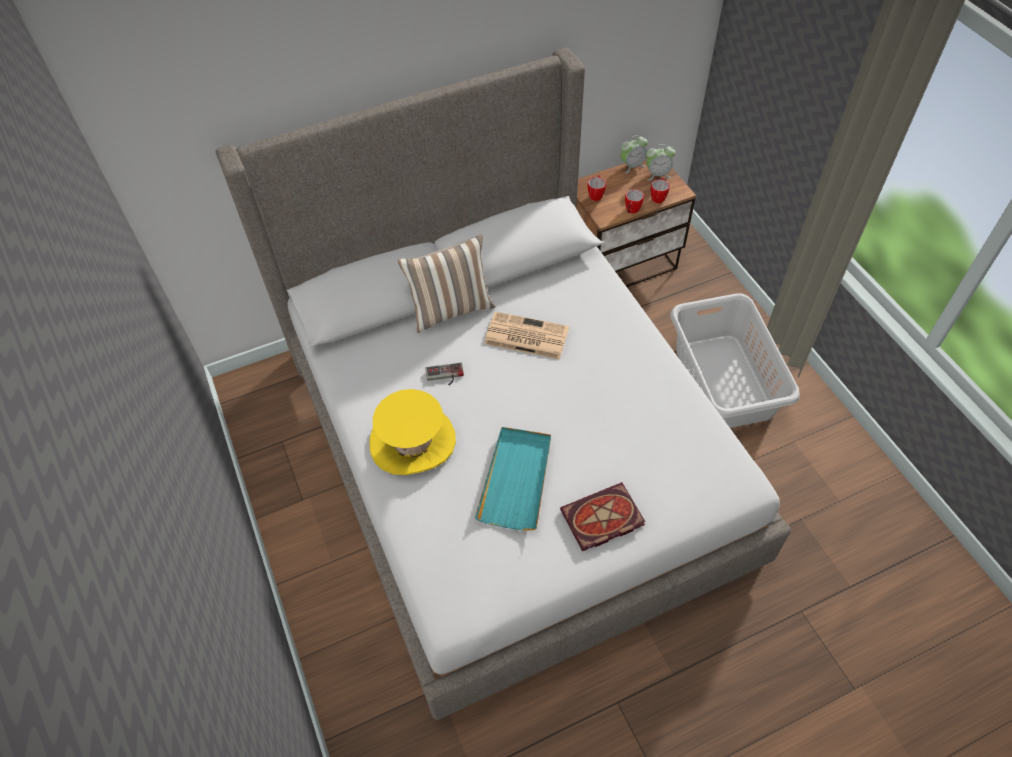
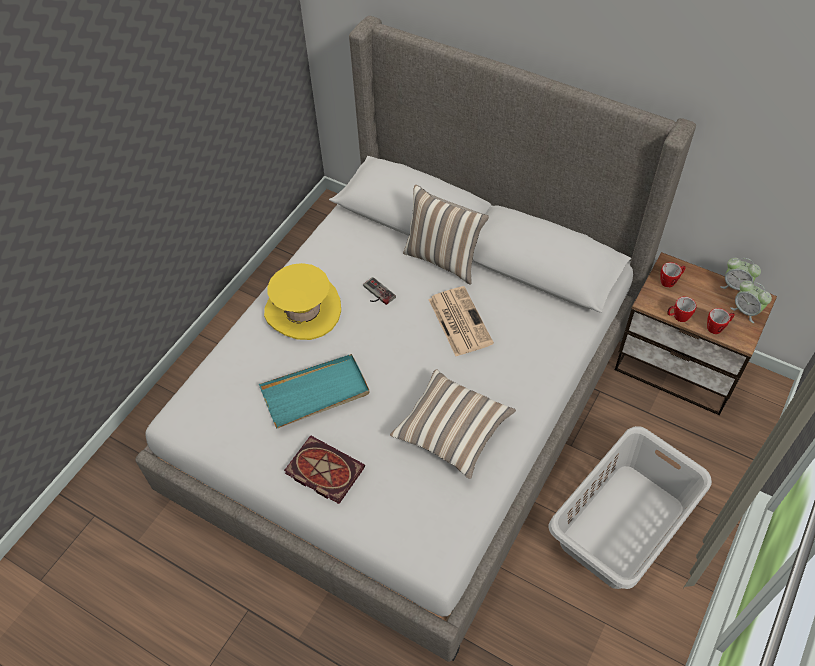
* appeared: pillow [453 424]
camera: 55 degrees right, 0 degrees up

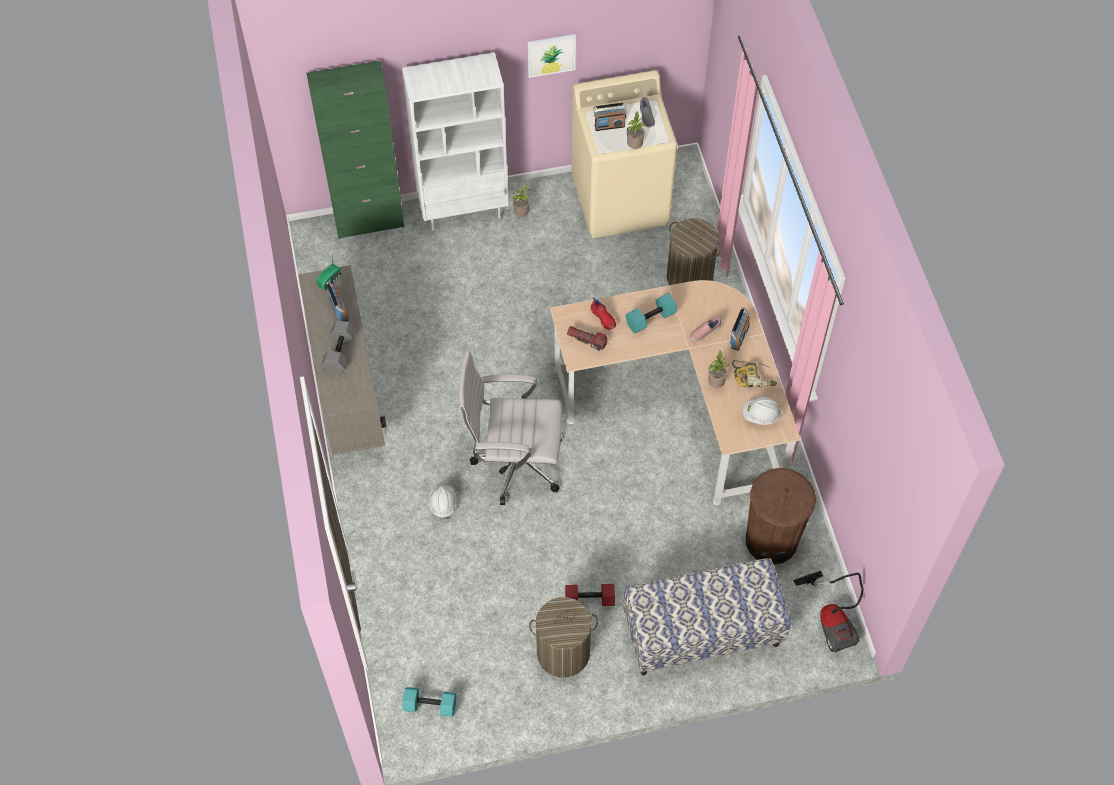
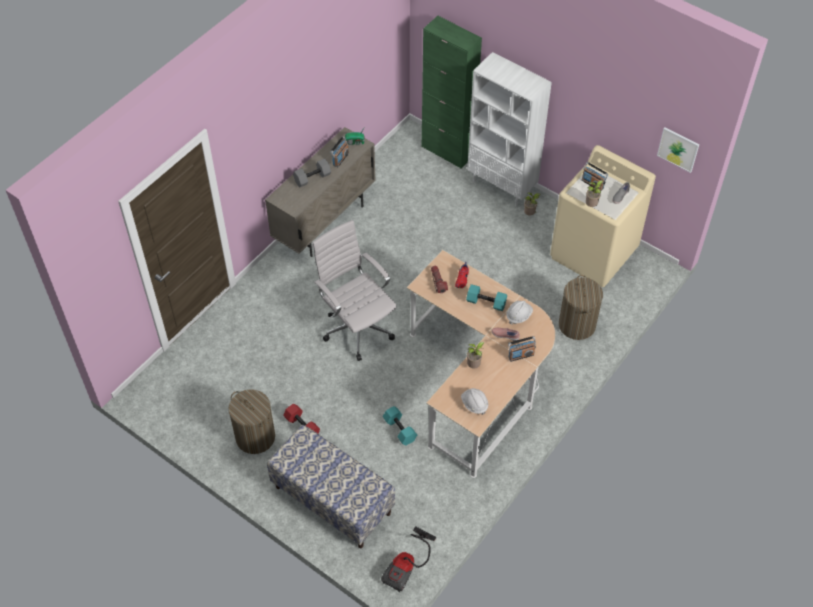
* relocated: dumbbell/turquoise [429 702] to [400 426]
* relocated: hard hat/white [443 502] to [519 313]
* relocated: picture [551 56] to [678 150]
* missing: power drill [754 374]
* missing: trash can/brown [781 516]
camera: 50 degrees right, 5 degrees down

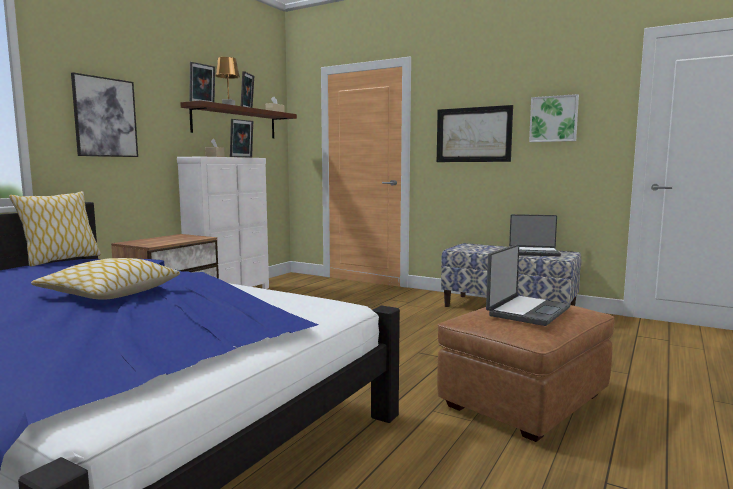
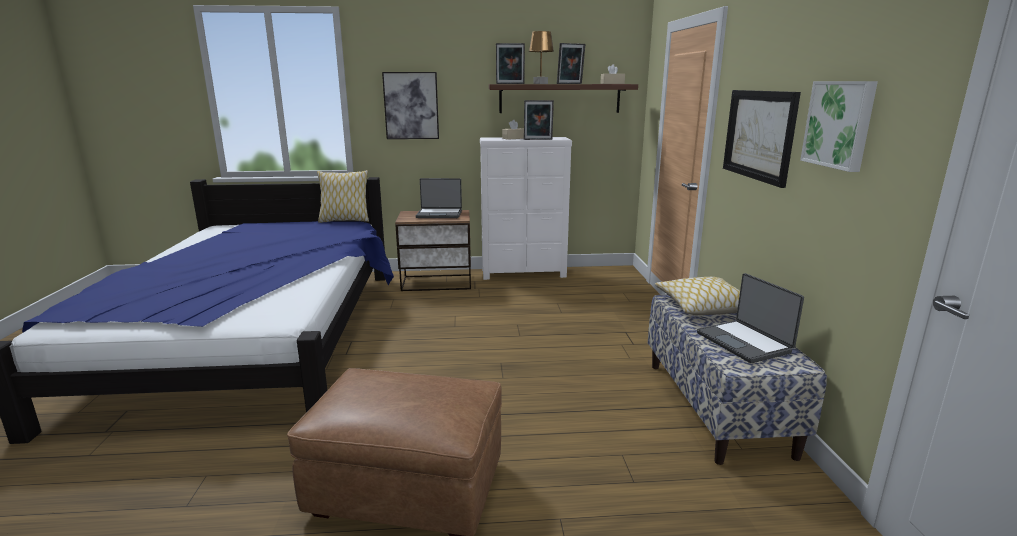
* relocated: laptop [528 285] to [439 198]
* relocated: pillow [105 279] to [697 296]
camera: 55 degrees right, 10 degrees up

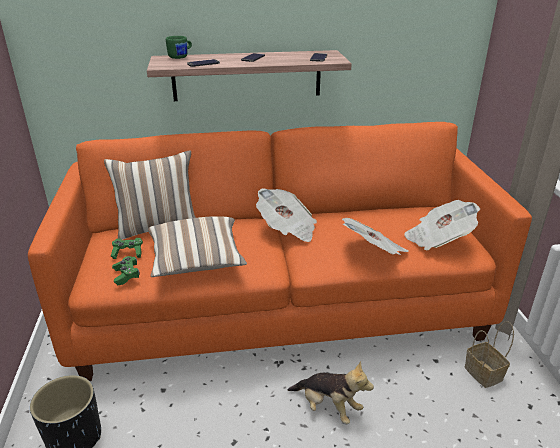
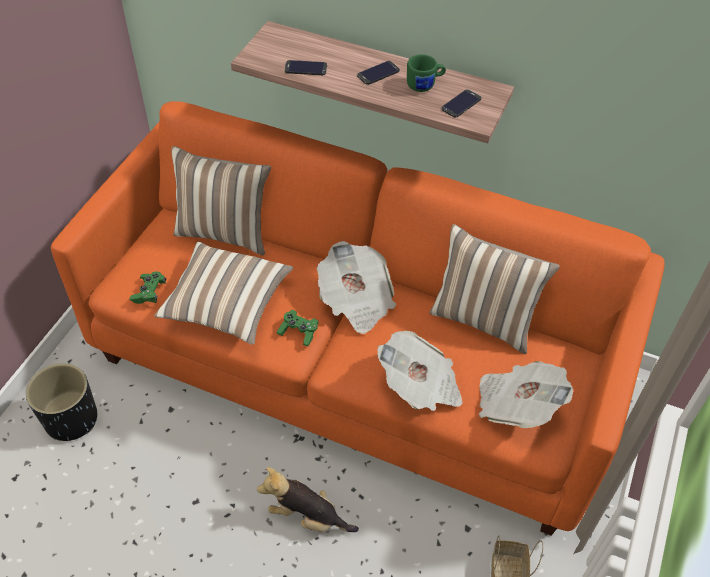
* spun: plush toy [331 392] = [308 499] 135 degrees clockwise
* relocated: game controller/green [127 248] to [297 328]
* relocated: mug/green [179 47] to [426 73]
* appeared: pillow [494 289]
camera: 30 degrees right, 20 degrees up

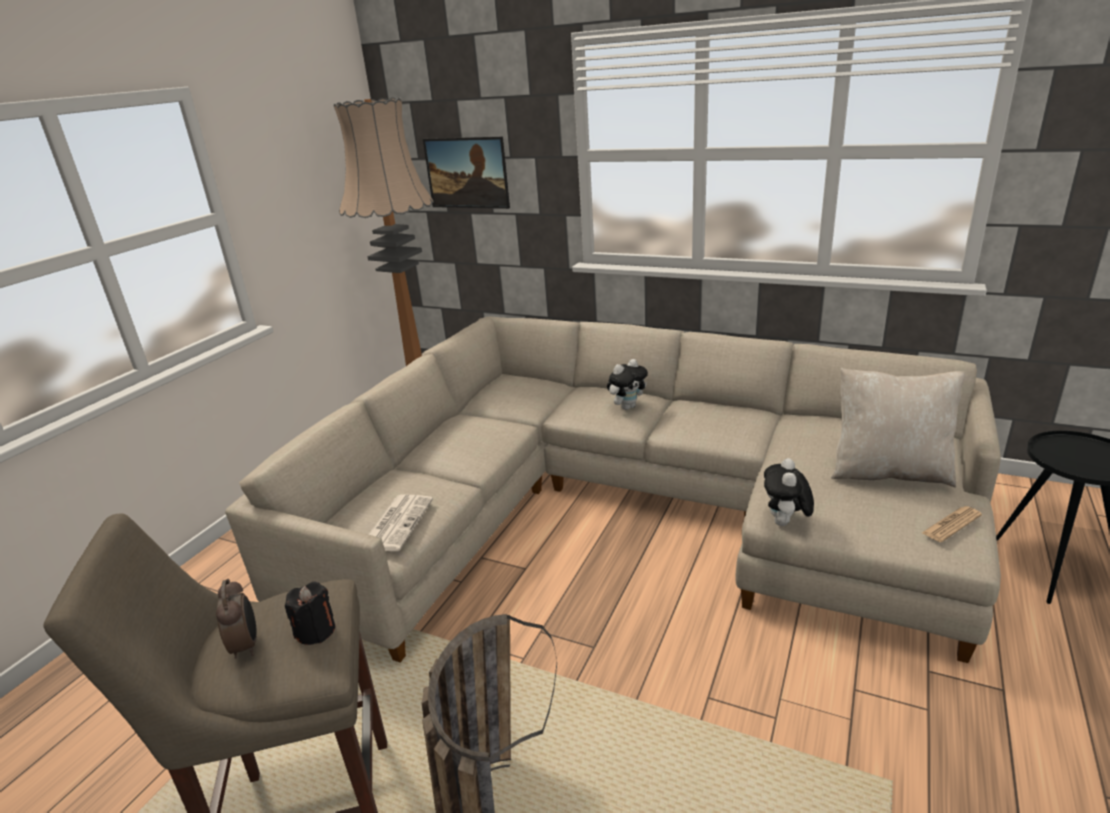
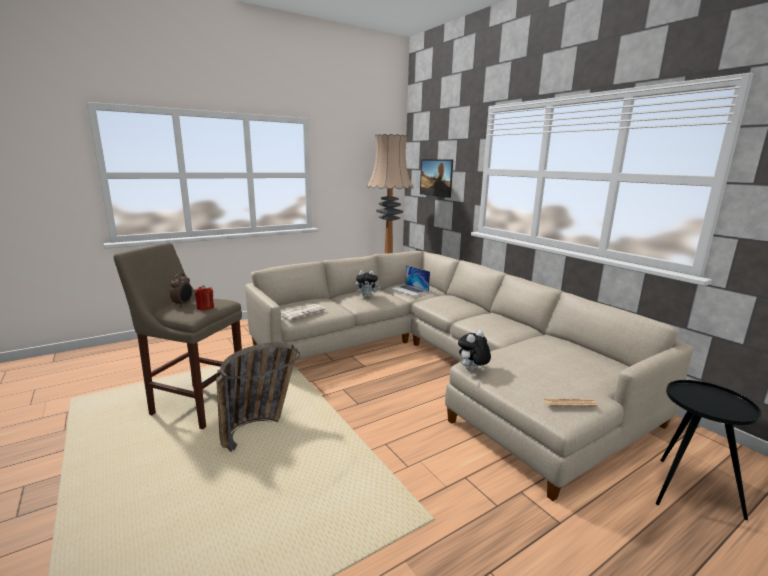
* colour: candle/black [310 613] to candle/red [204 298]
* relocated: plush toy [627 384] to [368 284]
* appeared: laptop [410 280]
* missing: pillow/beige [898 427]
camera: 30 degrees right, 10 degrees down

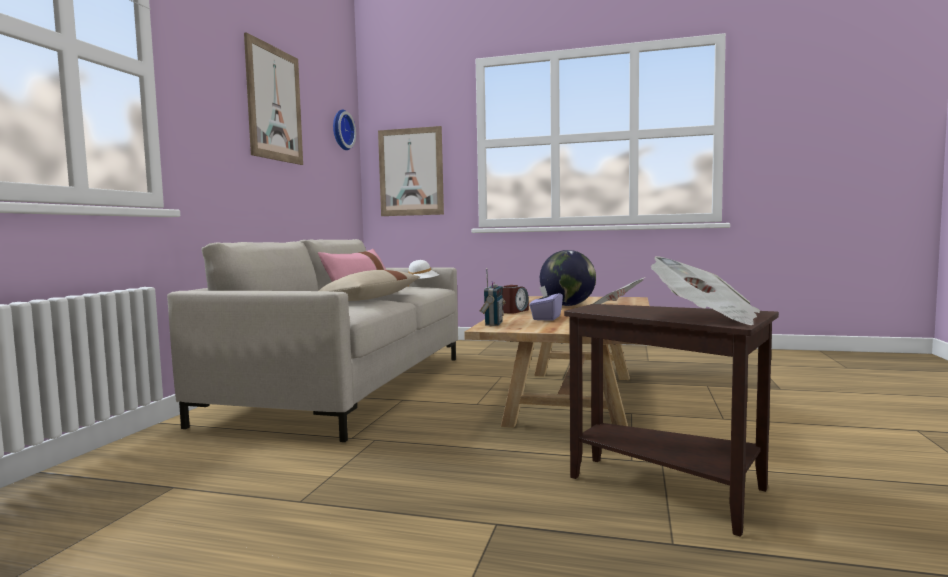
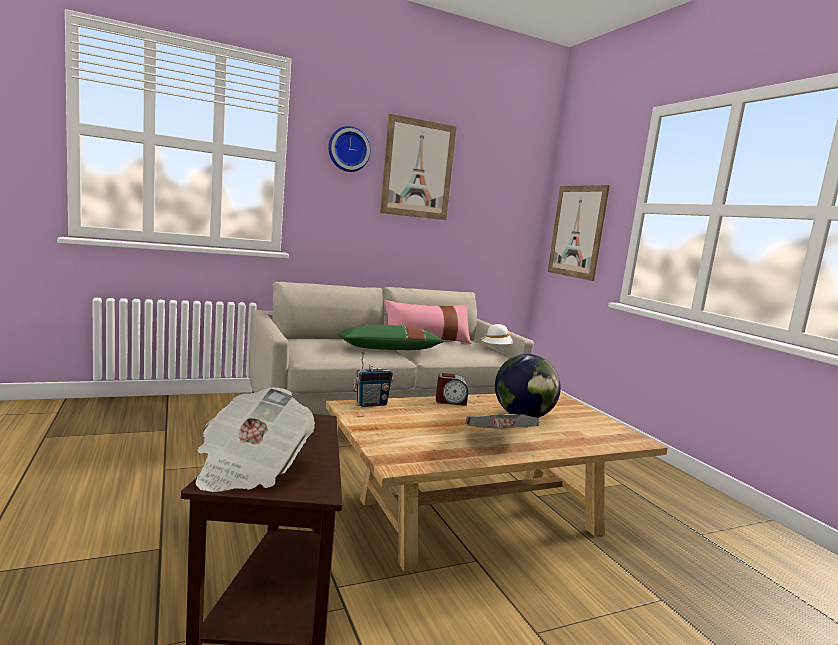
* relocated: wall clock [344 130] to [349 149]
* colour: pillow/beige [369 285] to pillow/green [391 337]
* missing: tissue box/purple [546 303]
camera: 50 degrees right, 5 degrees up

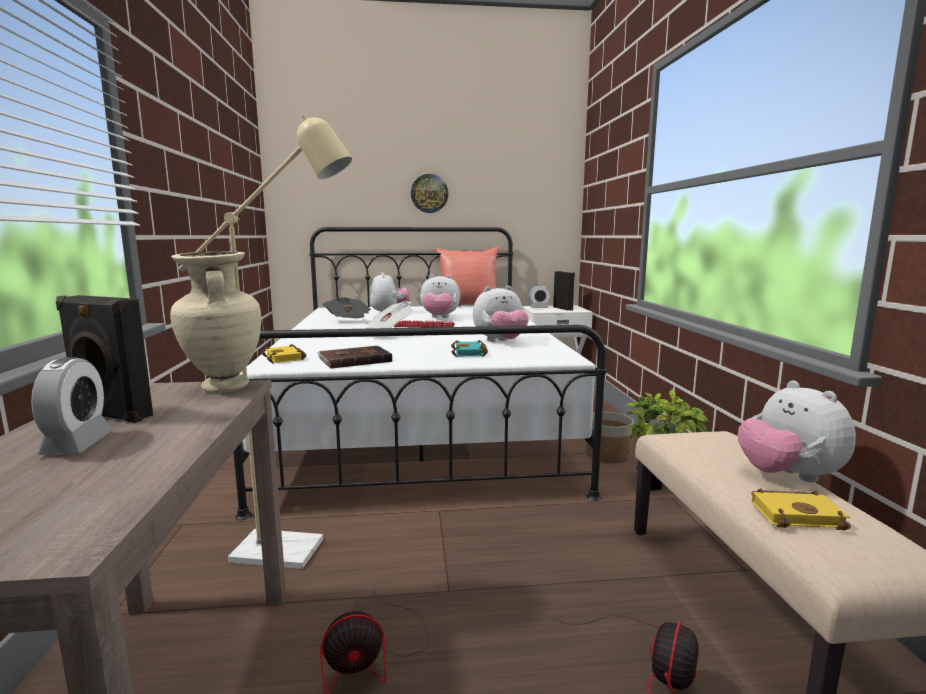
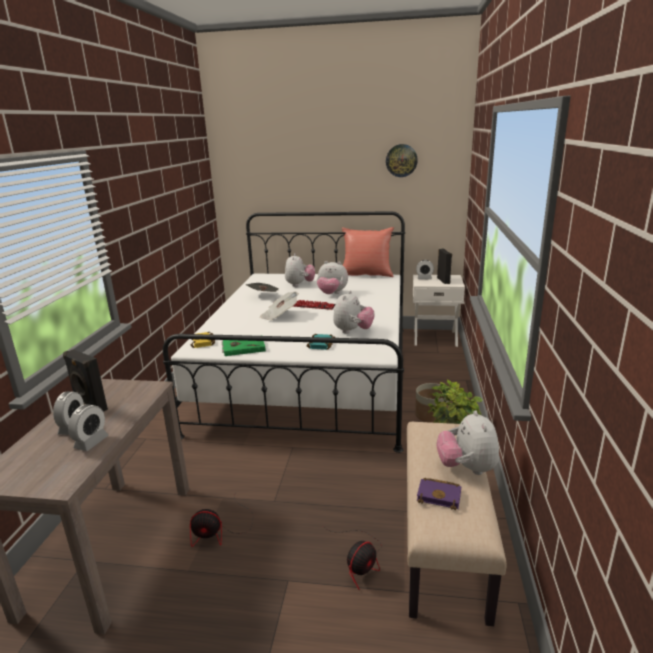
* appeared: alarm clock [88 427]
* colour: book/brown [354 357] to book/green [244 348]
* spun: plush toy [501 313] = [354 312] 60 degrees counterclockwise
* relocated: wall clock [429 193] to [402 160]
* colour: book/yellow [801 509] to book/purple [439 494]
* missing: vase/beige [215 322]
* missing: floor lamp/beige [265 341]
camera: 15 degrees right, 10 degrees up

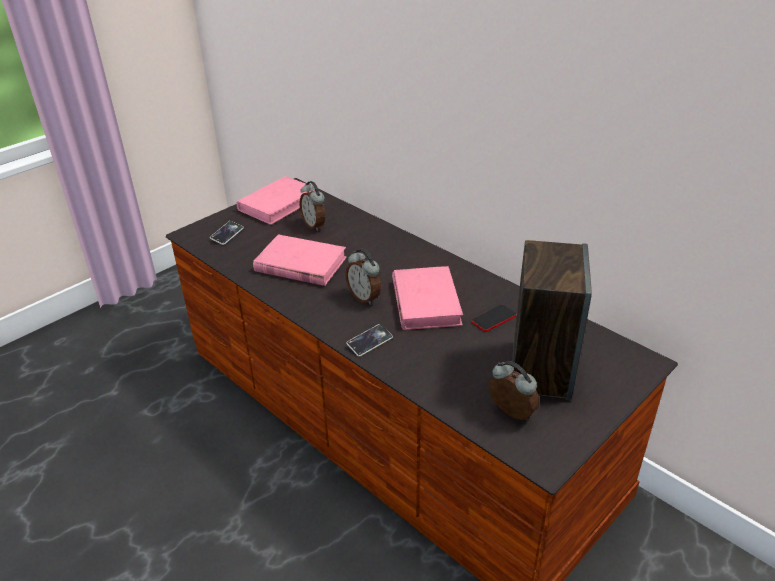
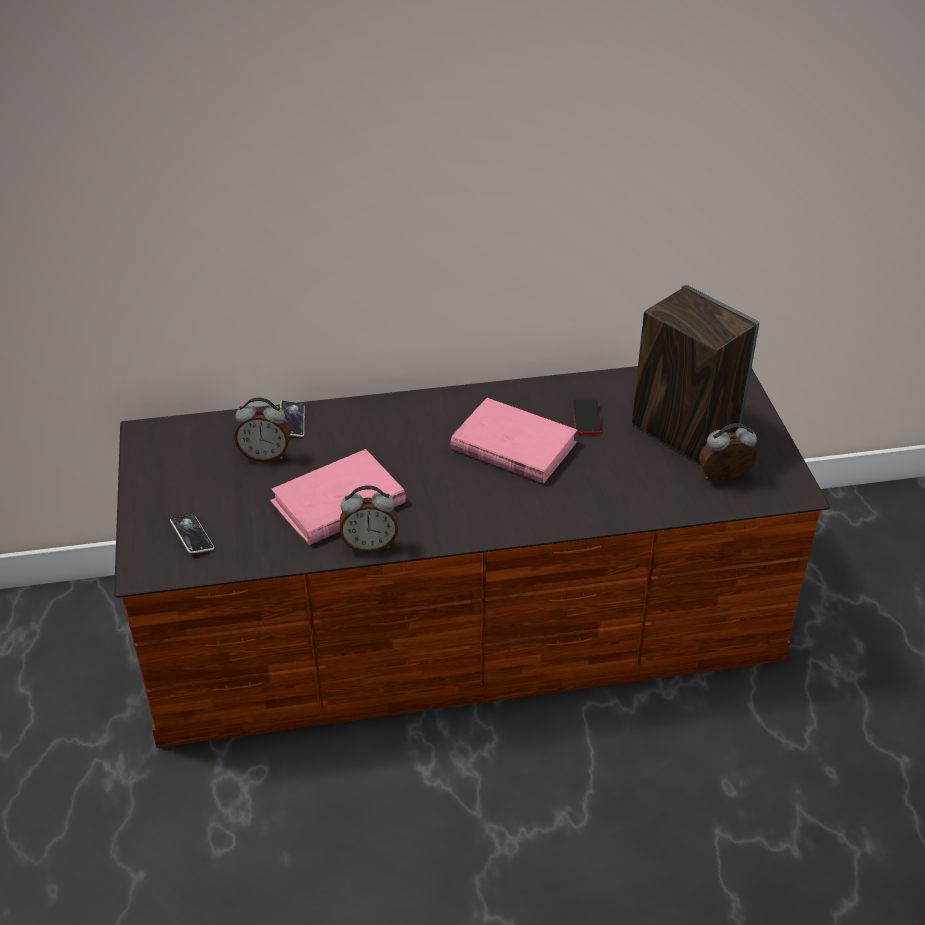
* relocated: phone [370 340] to [292 419]
* relocated: alarm clock [363 277] to [369 519]
* missing: book/pink [275 200]
camera: 55 degrees left, 5 degrees up

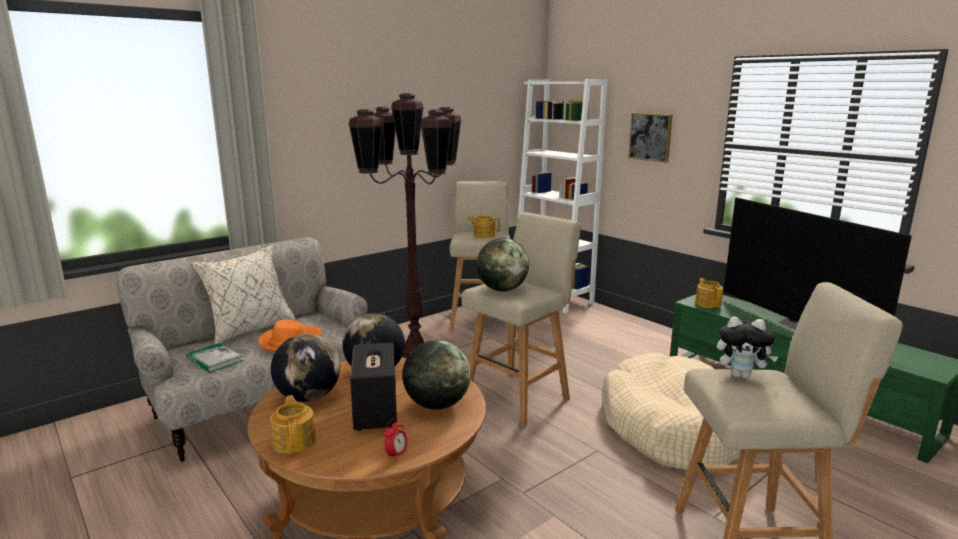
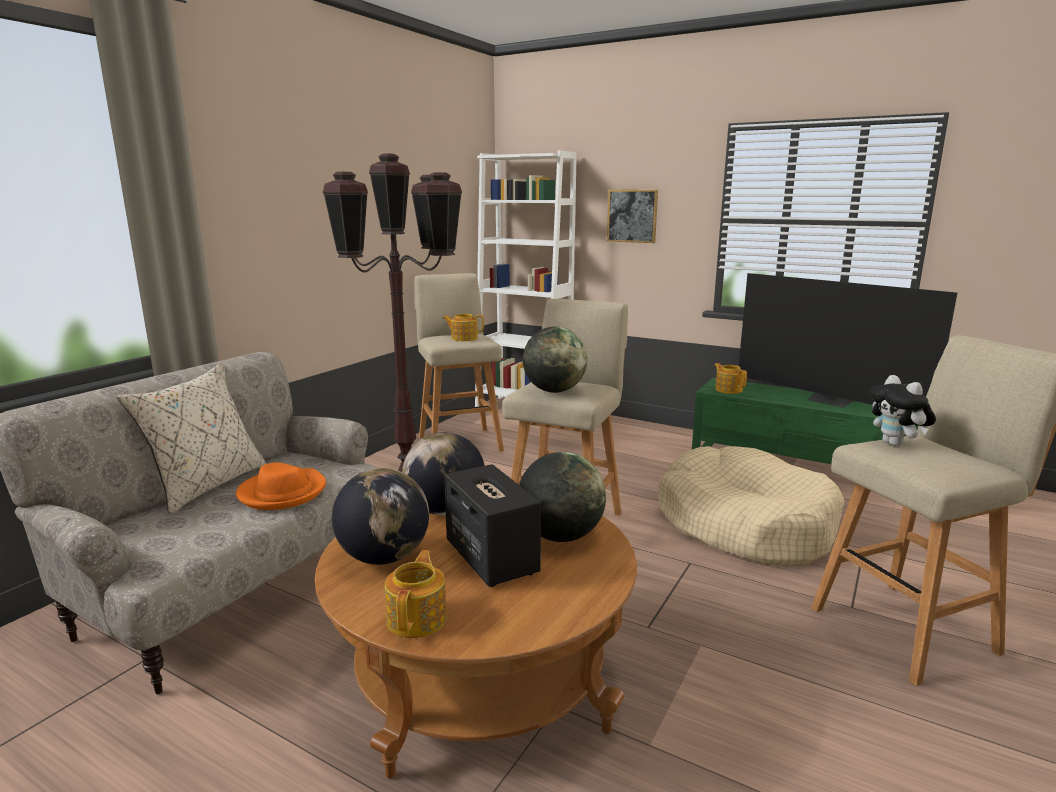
* spun: teapot [293 424] = [416 594] 45 degrees clockwise
* spun: plush toy [747 347] = [902 410] 75 degrees clockwise
* missing: book [214 358]
* missing: alarm clock [395 440]
camera: 20 degrees left, 0 degrees up

